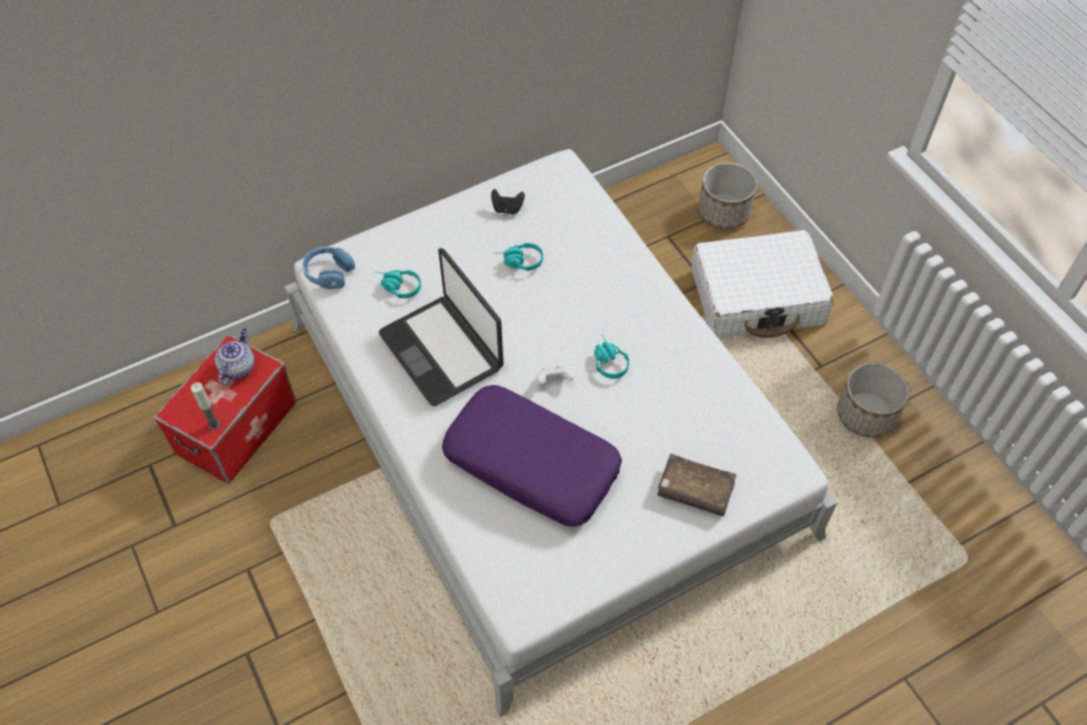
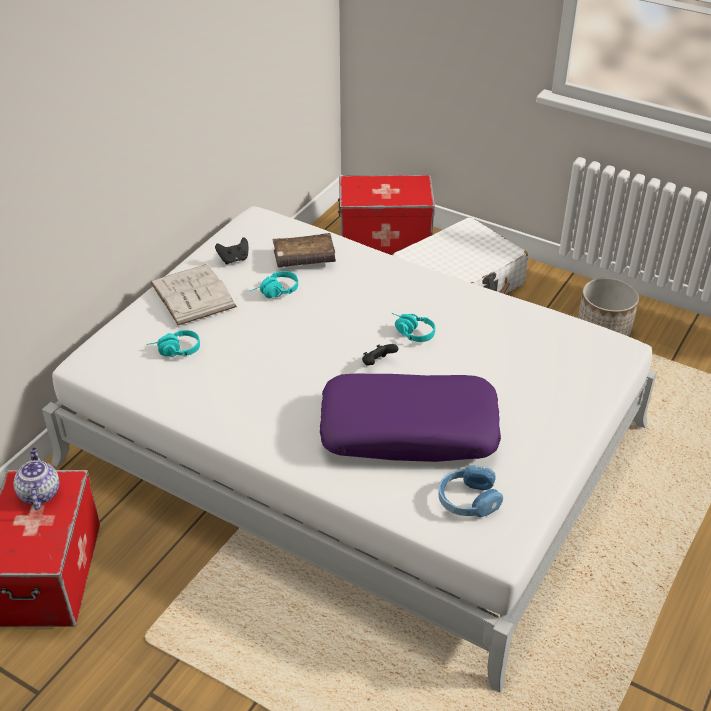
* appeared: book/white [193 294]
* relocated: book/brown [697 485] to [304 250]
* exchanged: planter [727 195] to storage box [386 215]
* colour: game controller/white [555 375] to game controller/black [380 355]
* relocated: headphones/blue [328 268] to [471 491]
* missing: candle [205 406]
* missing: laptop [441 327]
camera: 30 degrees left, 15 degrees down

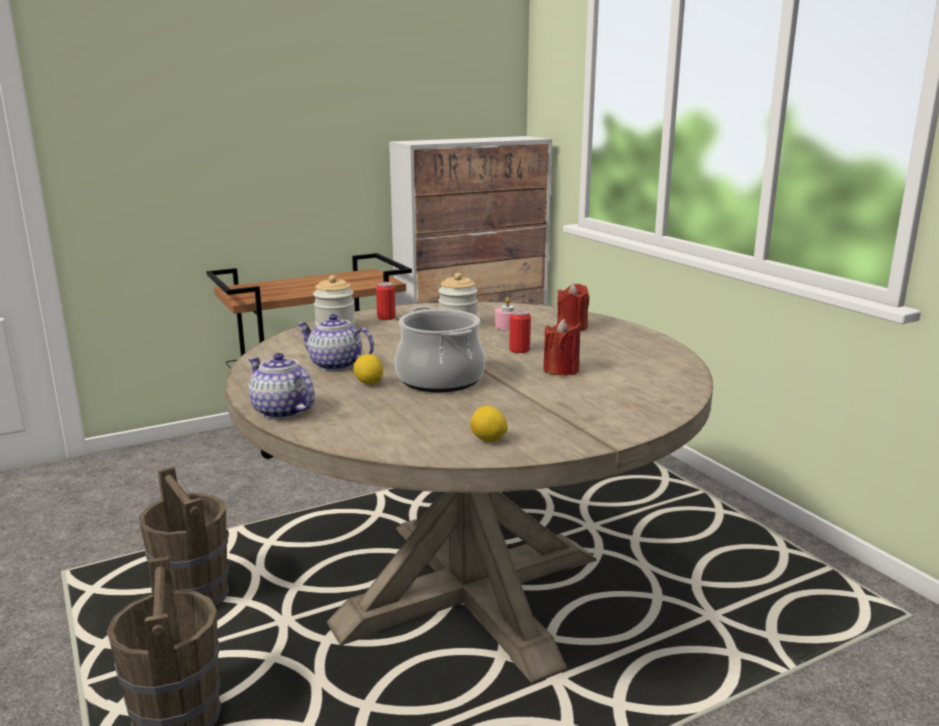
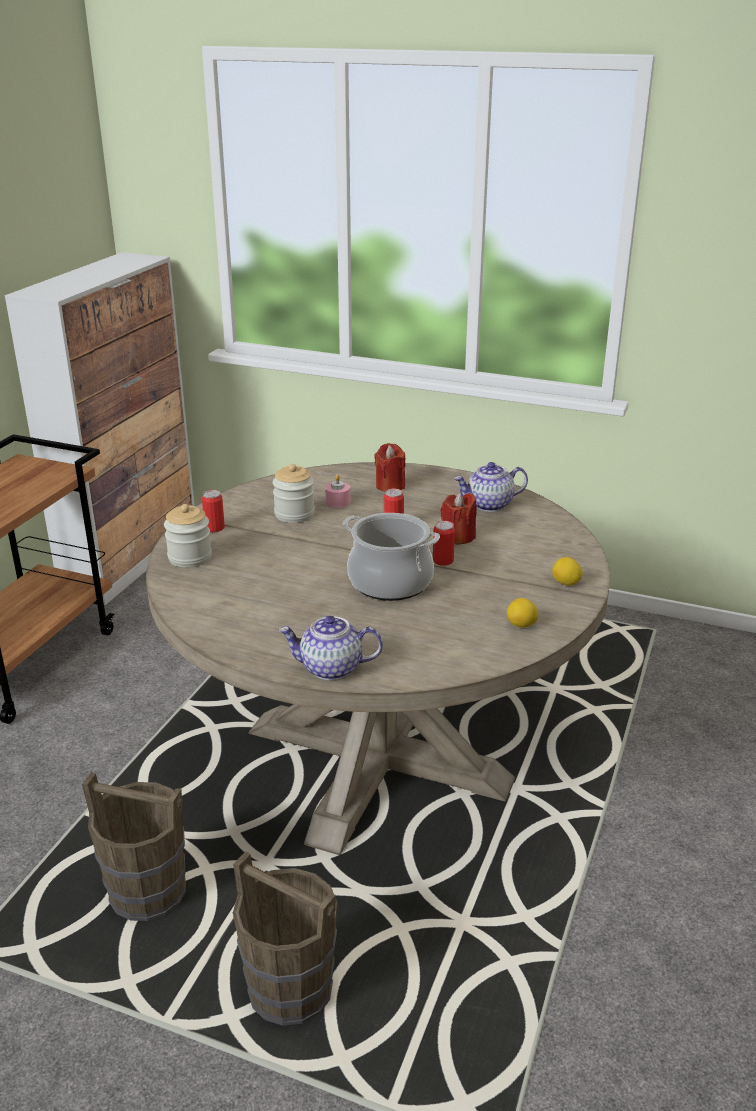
* appeared: can [444 543]
* relocated: teapot [335 342] to [491 487]
* relocated: lemon [368 369] to [567 571]
camera: 40 degrees left, 10 degrees up

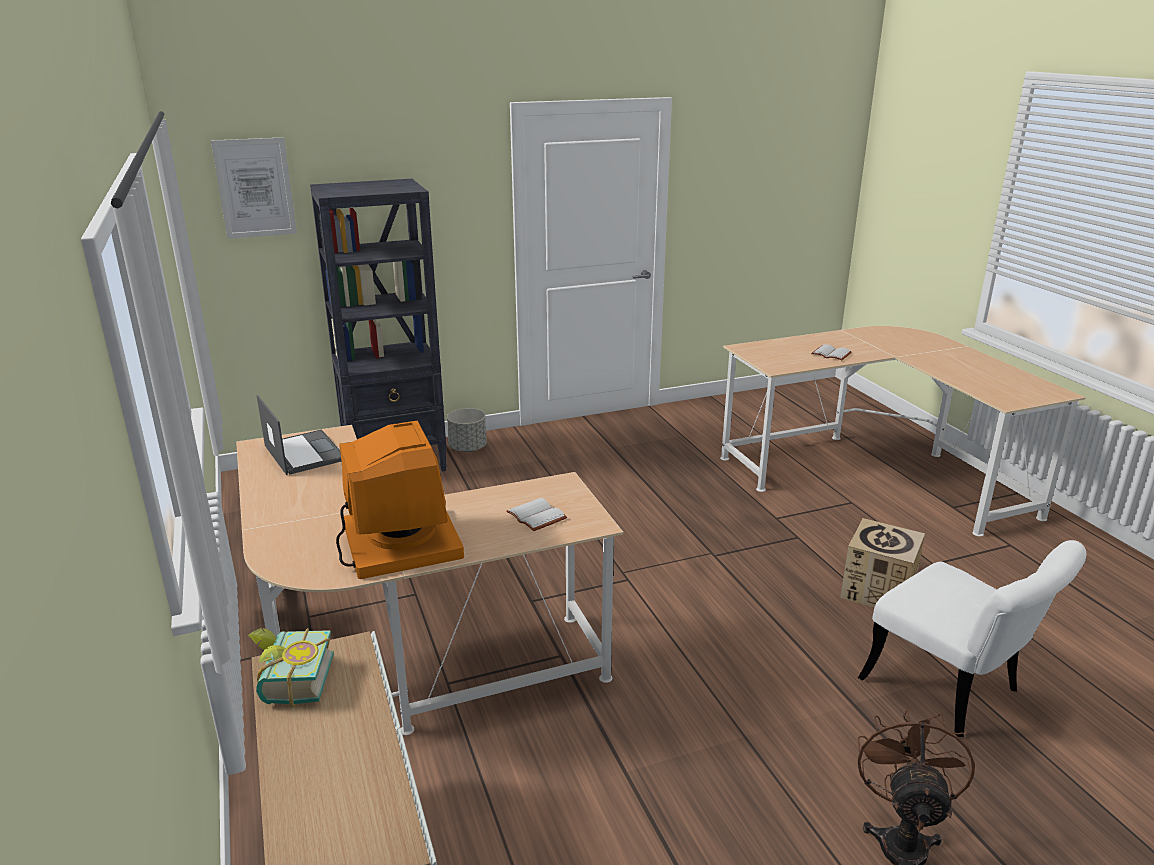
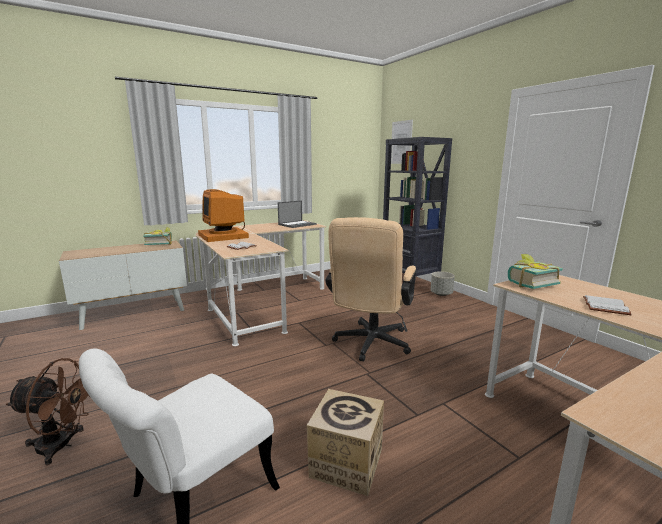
* spun: monitor [400 500] = [223 215] 90 degrees clockwise
* appeared: office chair/beige [370 289]
* appeared: book [535 271]
camera: 80 degrees right, 10 degrees down

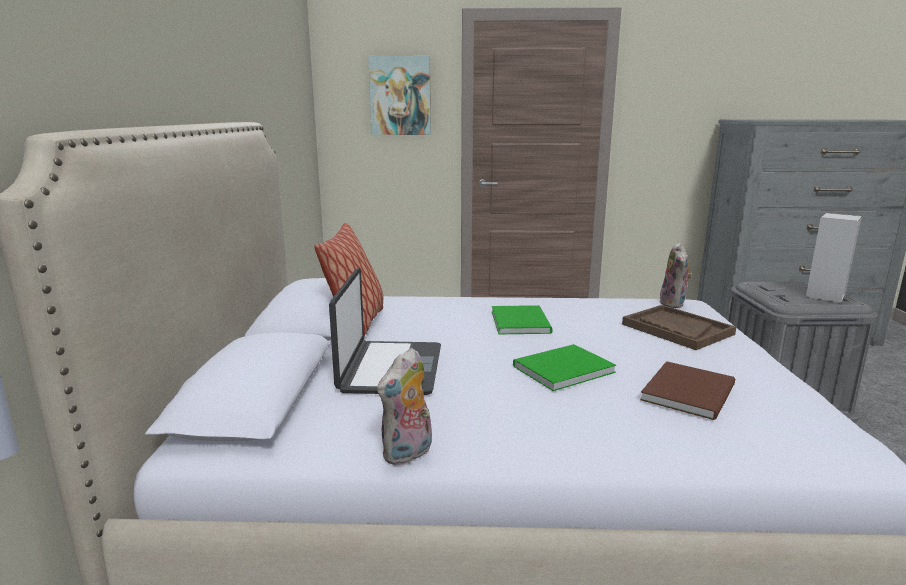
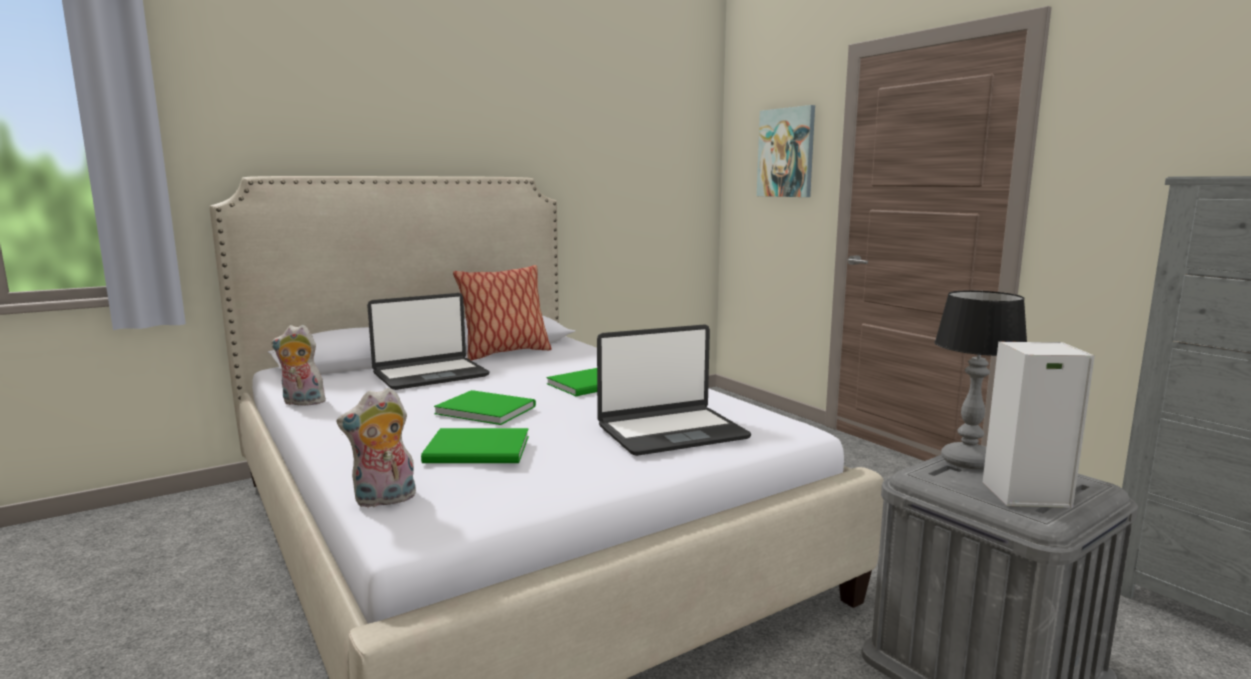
* relocated: plush toy [675 275] to [376 447]
* colour: book/brown [687 390] to book/green [475 445]
* exchanged: tray/brown [679 327] to laptop [674 390]
* appeared: table lamp [980 379]
camera: 55 degrees right, 5 degrees down

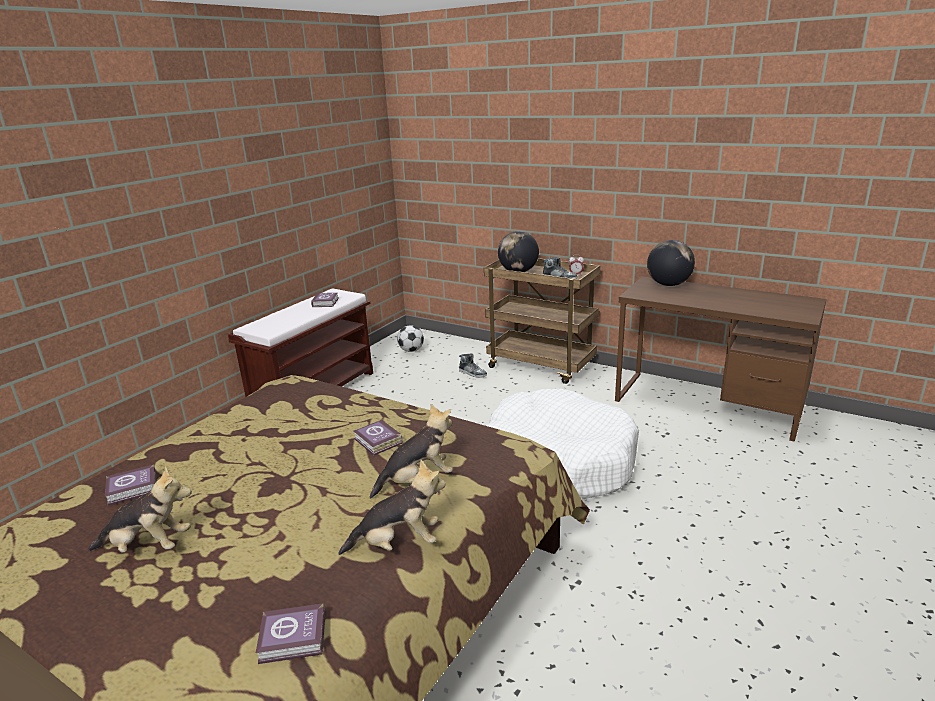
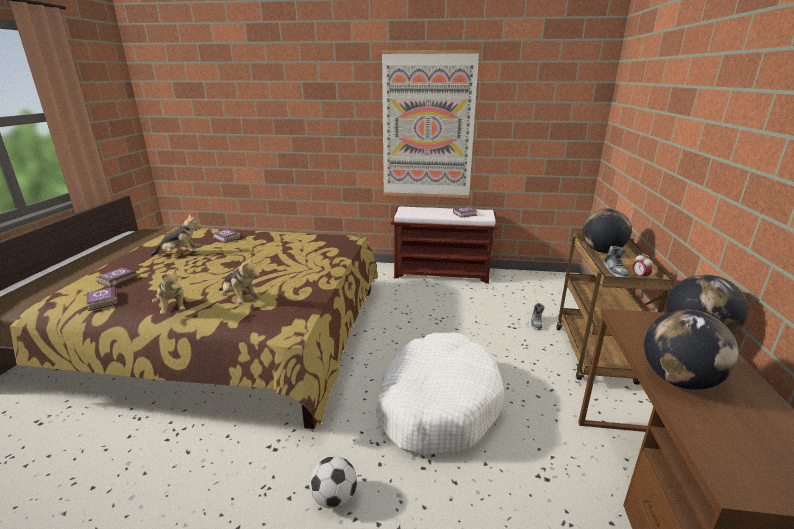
* relocated: book [378 437] to [117 277]
* spun: plush toy [140 509] = [176 235] 75 degrees counterclockwise
* relocated: football [410 338] to [333 482]
* appeared: picture [430 124]
* appeared: globe [691 350]
camera: 65 degrees right, 0 degrees up

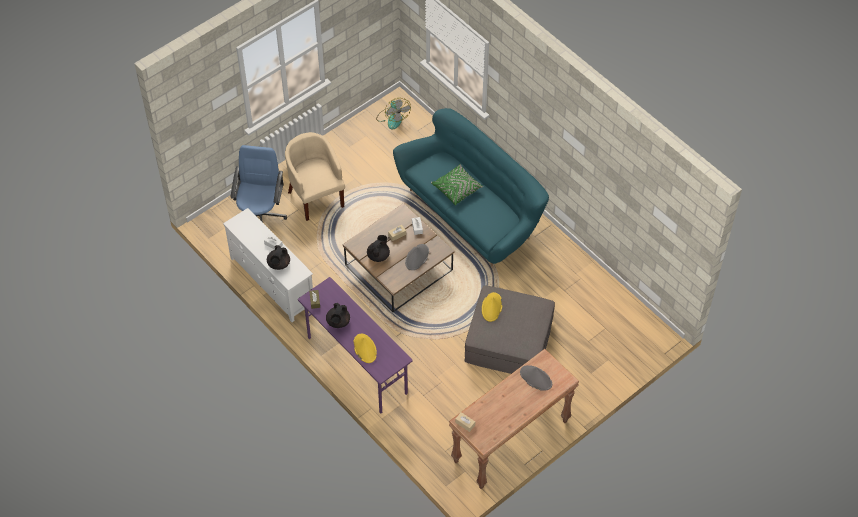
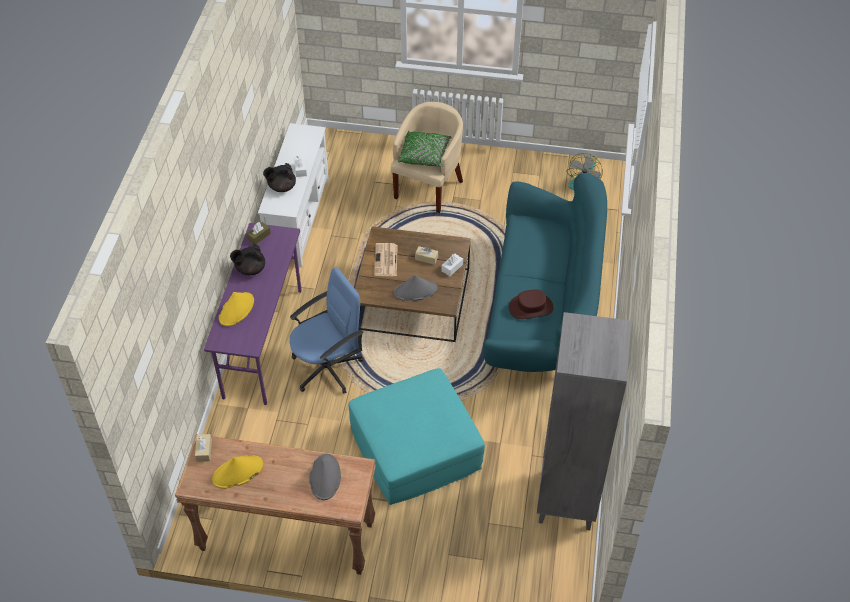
* relocated: hat/yellow [492 307] to [237 472]
* relocated: office chair/blue [258 184] to [326 330]
* colour: ottoman/grey [510 330] to ottoman/turquoise [417 436]
* exchanged: teapot/black [378 248] to newspaper [386 259]
* relocated: pillow/green [457 185] to [425 149]
* appeared: hat/brown [531 304]
* appeared: bookcase/grey [584 421]
camera: 50 degrees right, 5 degrees down

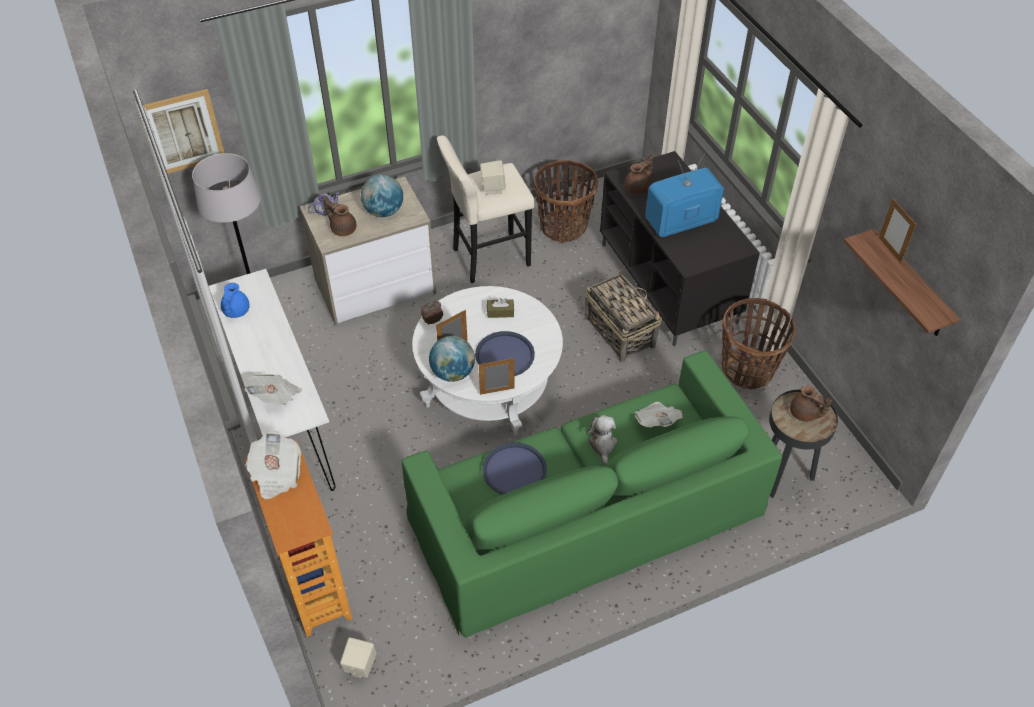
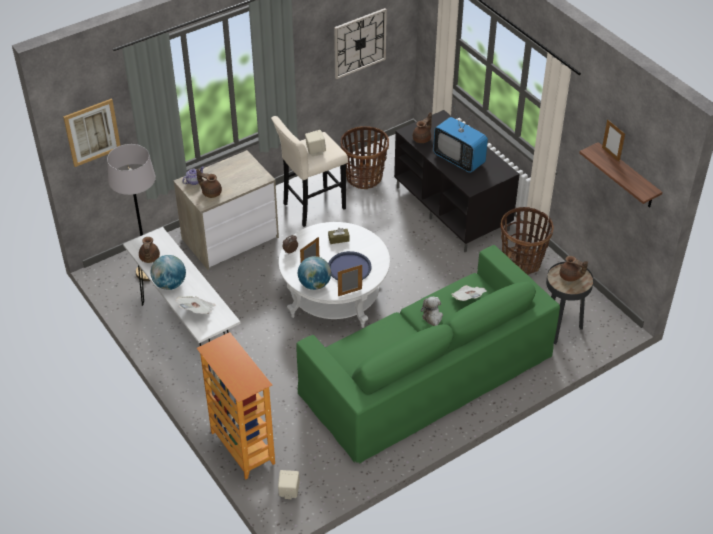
* colour: teapot/blue [235 300] to teapot/brown [149 250]
* relocated: globe [382 196] to [168 272]
* appeared: wall clock [360 43]
* spun: television [684 195] = [460 140] 105 degrees counterclockwise
* missing: newspaper [273 465]
* missing: tray/blue [514 468]
* missing: basket [623 316]
camera: 10 degrees left, 5 degrees down

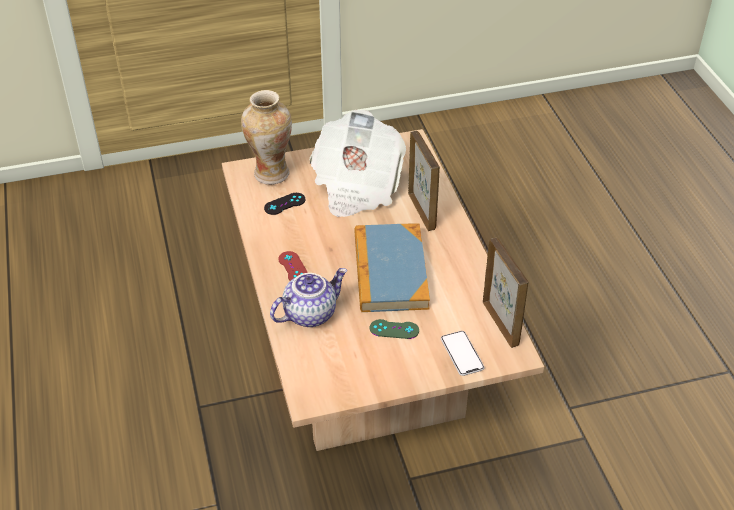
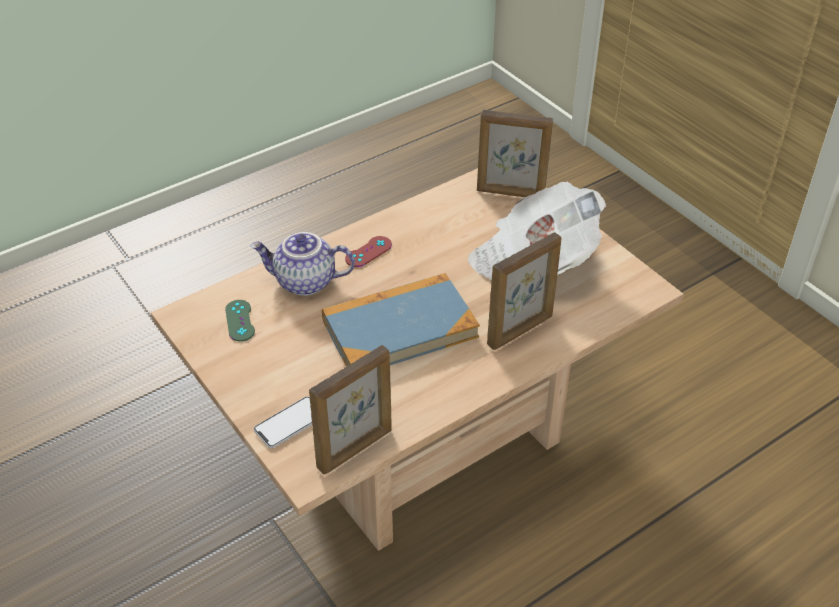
* relocated: game controller/green [394 329] to [240 321]
* spun: teapot [308 297] = [303 264] 150 degrees clockwise
* exchanged: vase [266 137] to picture frame [515 153]
* missing: game controller/black [285 204]
camera: 70 degrees right, 0 degrees up

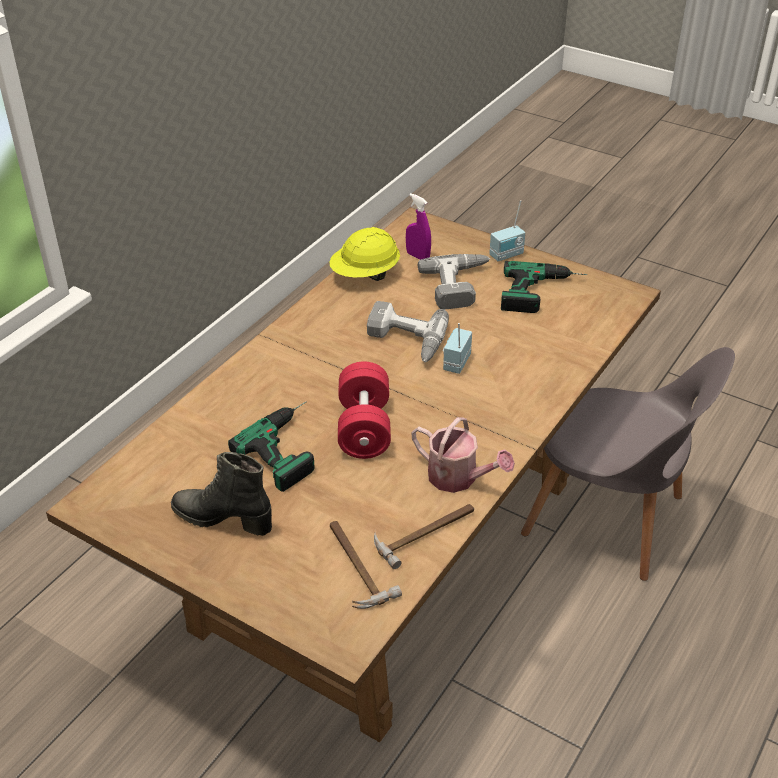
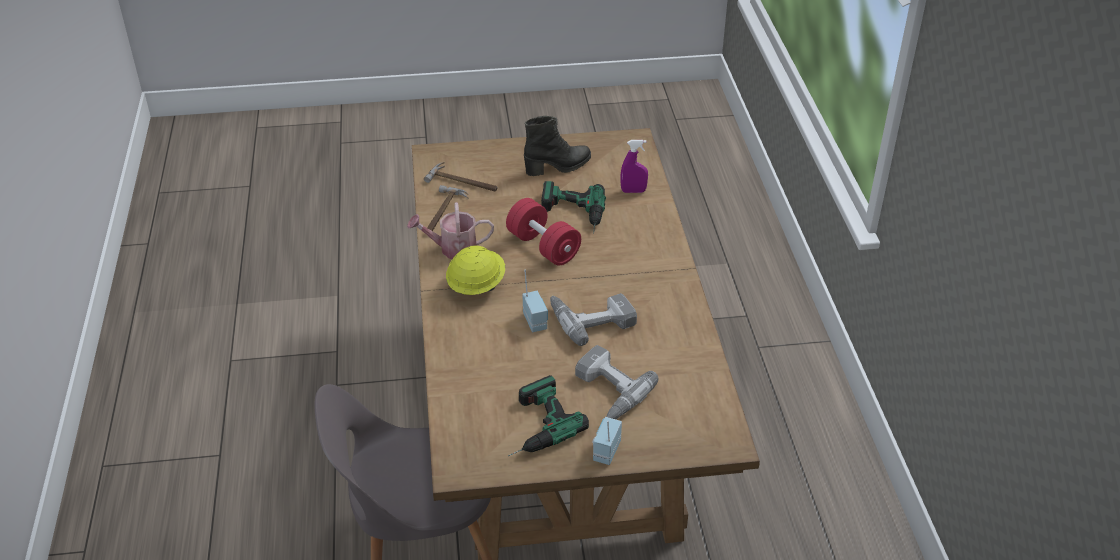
* relocated: hard hat/yellow [364 254] to [475 270]
* relocated: spray bottle/purple [418 226] to [634 166]
camera: 140 degrees right, 0 degrees up

